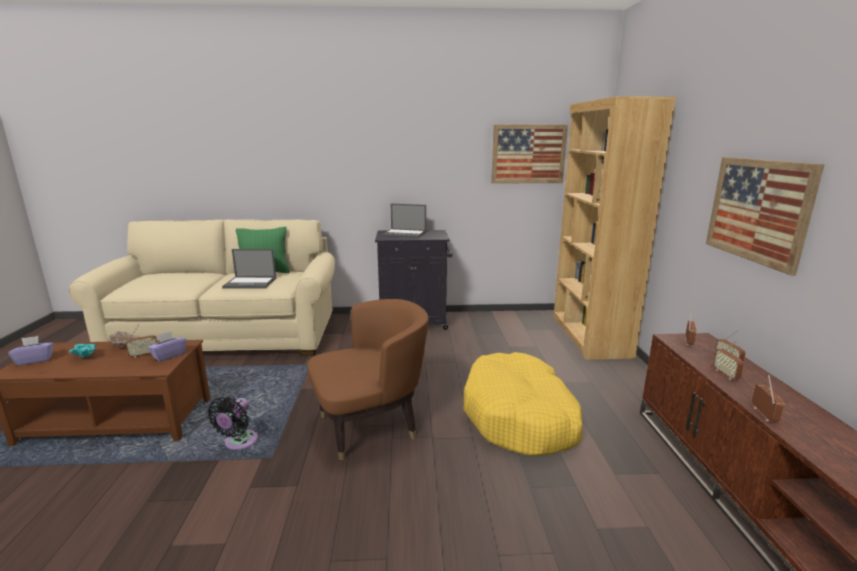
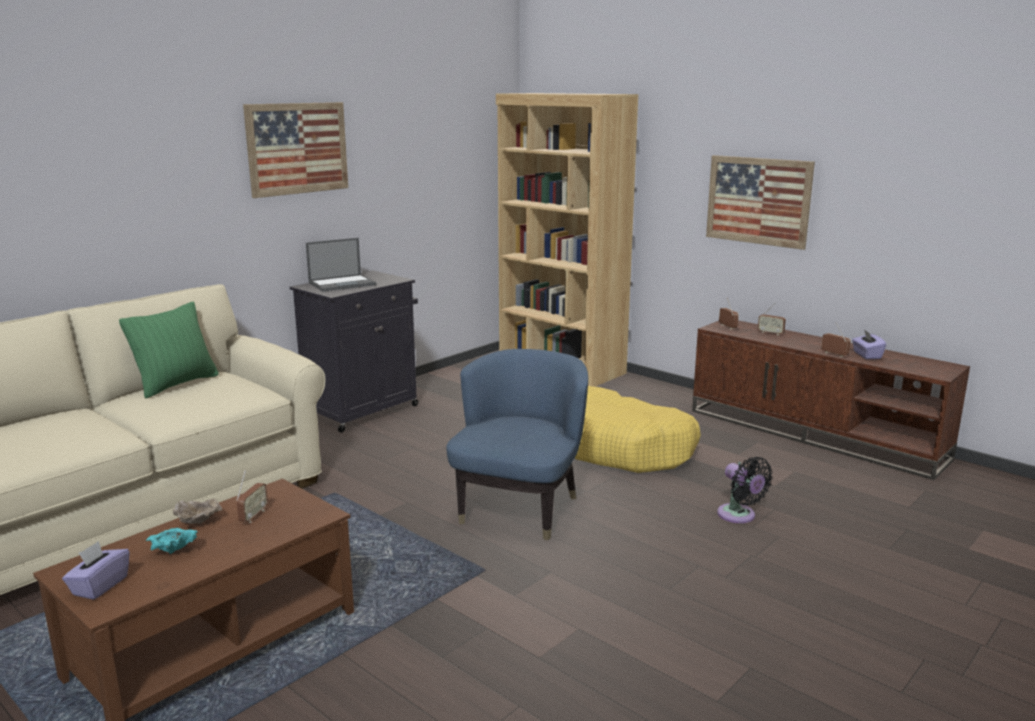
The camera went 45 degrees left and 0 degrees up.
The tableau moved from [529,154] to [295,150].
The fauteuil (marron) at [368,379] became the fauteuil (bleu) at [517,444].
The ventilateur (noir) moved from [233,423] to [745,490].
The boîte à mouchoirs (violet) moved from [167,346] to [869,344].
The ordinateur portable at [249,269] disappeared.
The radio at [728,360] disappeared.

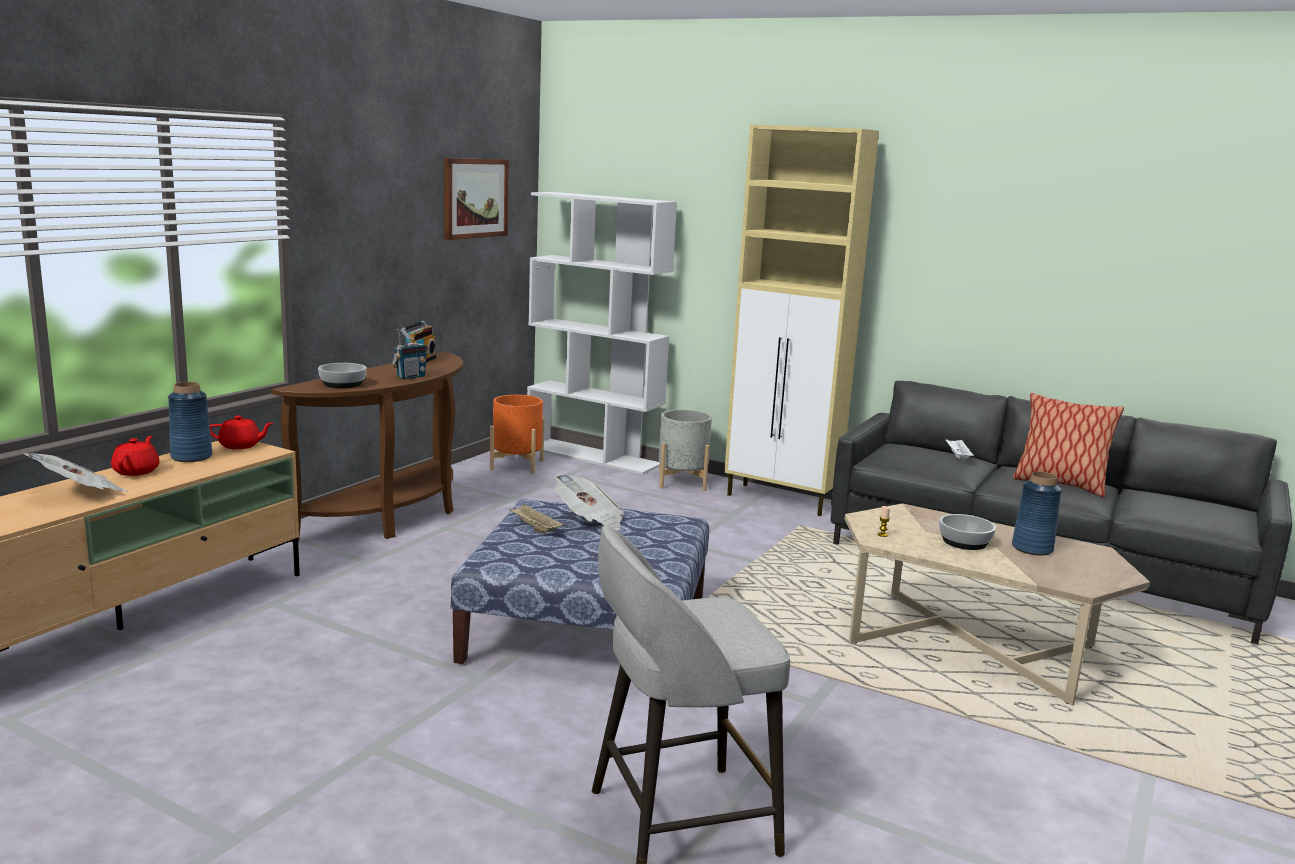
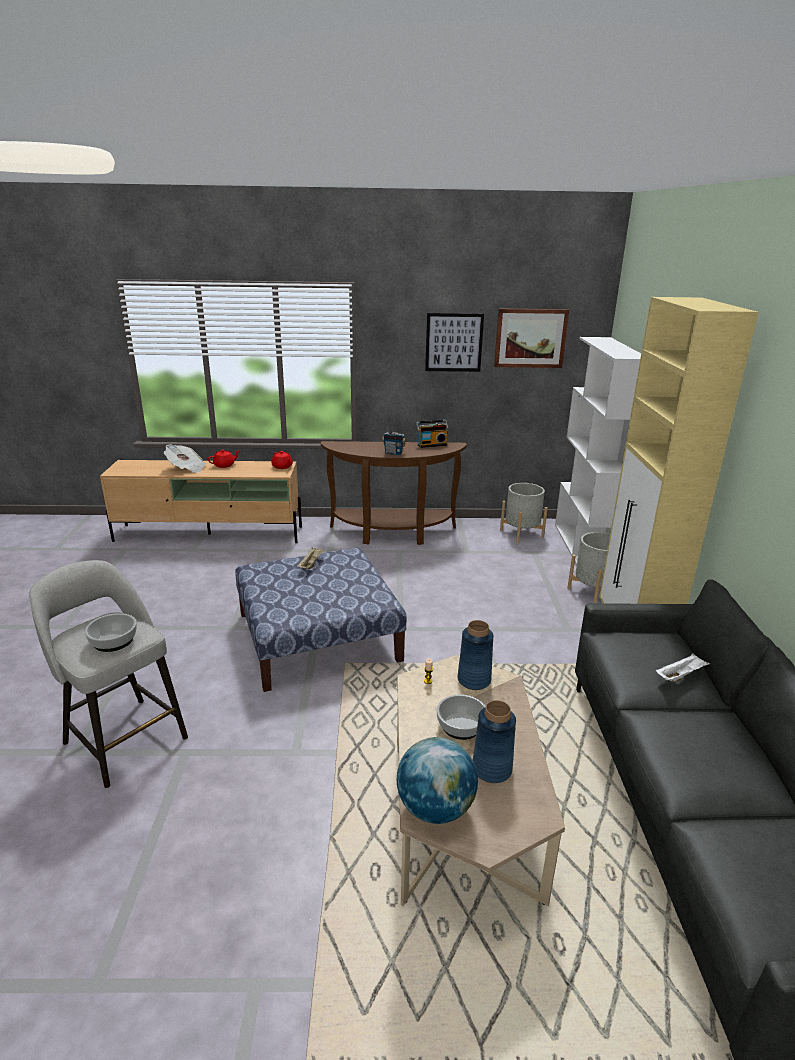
The camera went 60 degrees right and 10 degrees up.
The bol moved from [342,375] to [110,632].
The globe at [437,780] appeared.
The tableau at [454,342] appeared.
The vase (bleu) moved from [190,422] to [476,655].
The cache-pot (orange) at [517,434] became the cache-pot (gris) at [524,513].
The journal at [589,502] disappeared.
The coussin at [1068,445] disappeared.

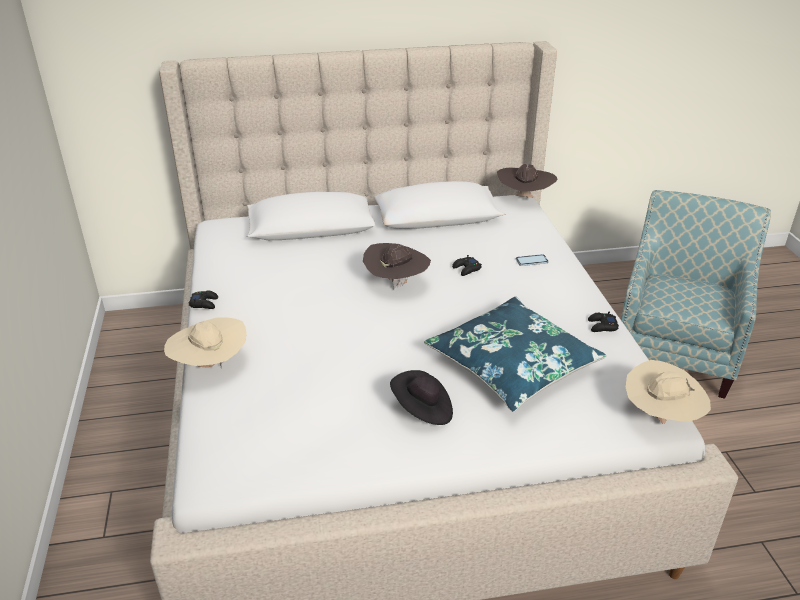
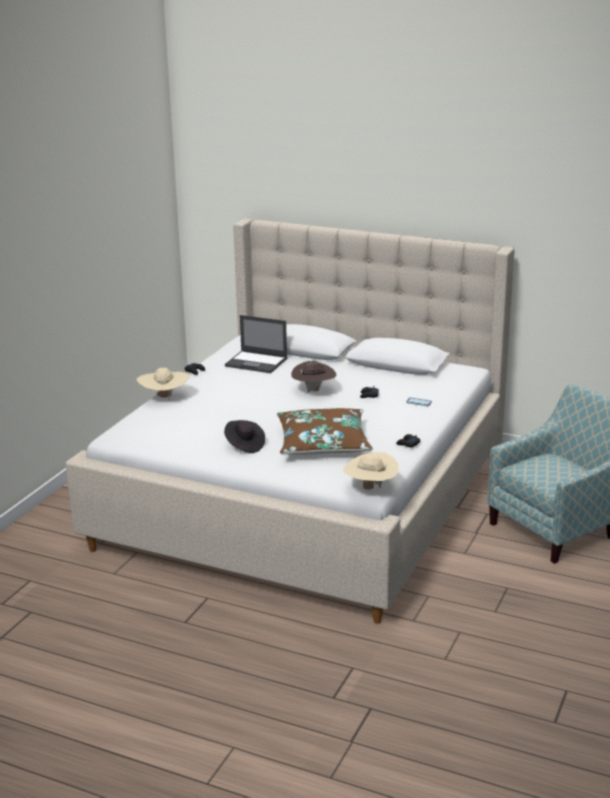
The camera went 35 degrees right and 10 degrees down.
The ordinateur portable at [256,344] appeared.
The coussin (bleu) at [515,354] became the coussin (marron) at [325,431].
The chapeau (marron) at [527,181] disappeared.

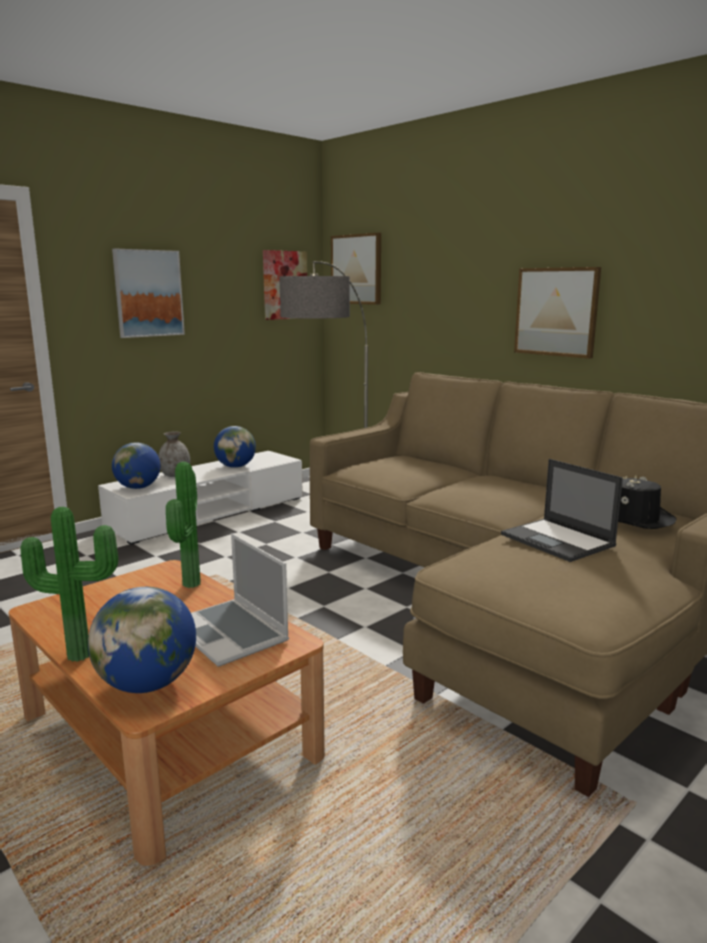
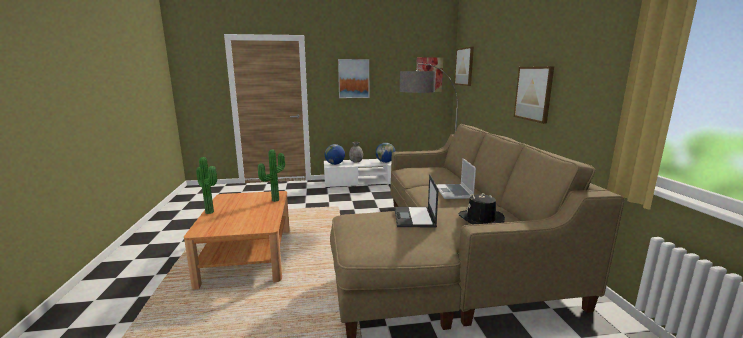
The camera went 35 degrees right and 0 degrees up.
The ordinateur portable moved from [240,600] to [456,178].
The globe at [142,640] disappeared.

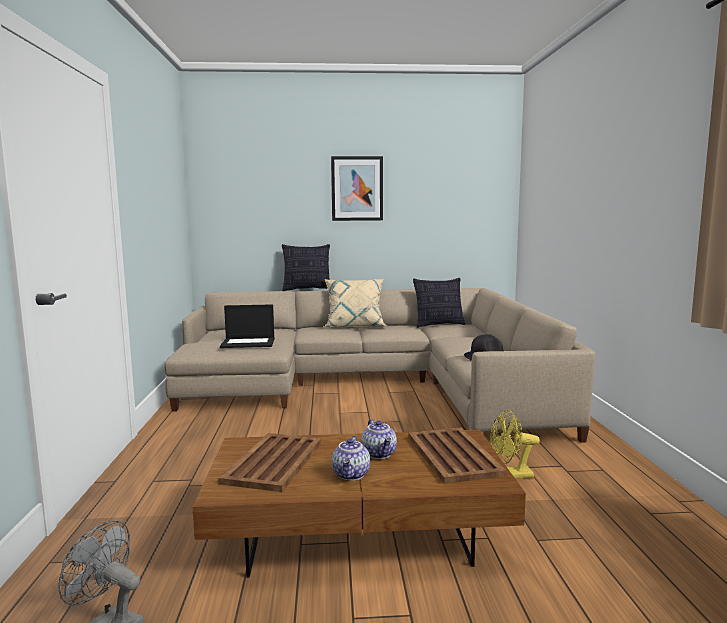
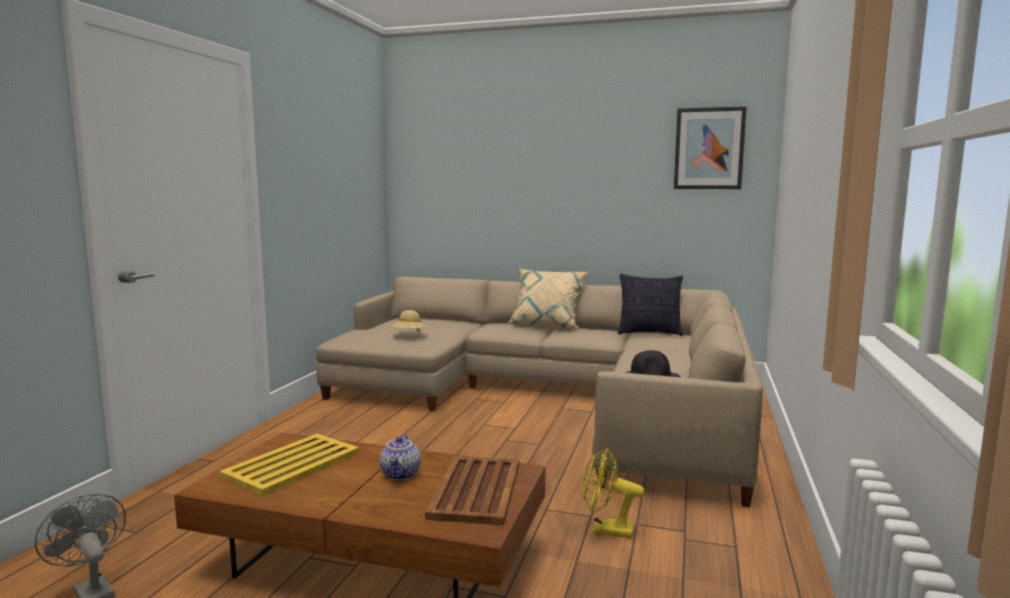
The camera went 20 degrees right and 0 degrees up.
The plateau (marron) at [270,462] became the plateau (jaune) at [289,465].
The ordinateur portable at [247,326] was replaced by the chapeau (beige) at [409,321].
The tableau moved from [357,188] to [710,147].
The coussin at [306,267] disappeared.
The théière at [351,458] disappeared.

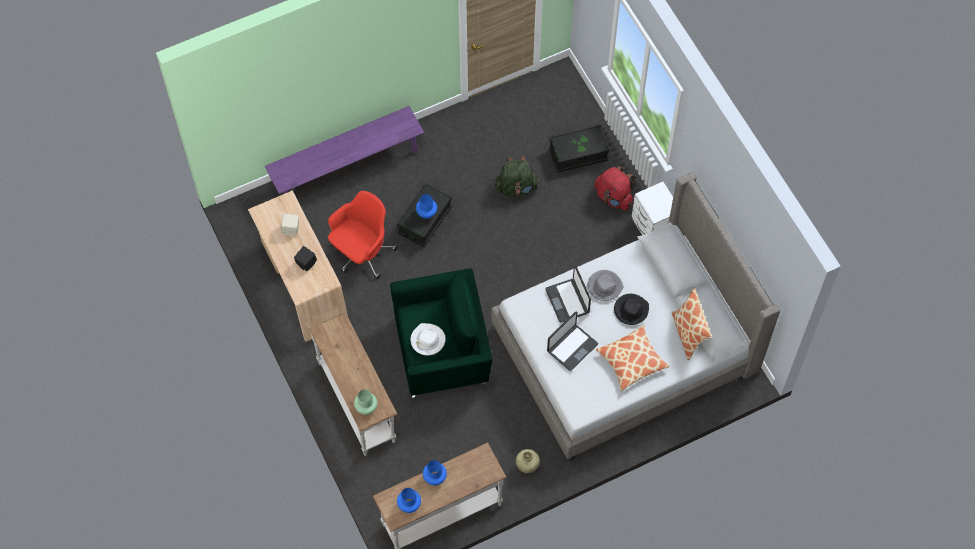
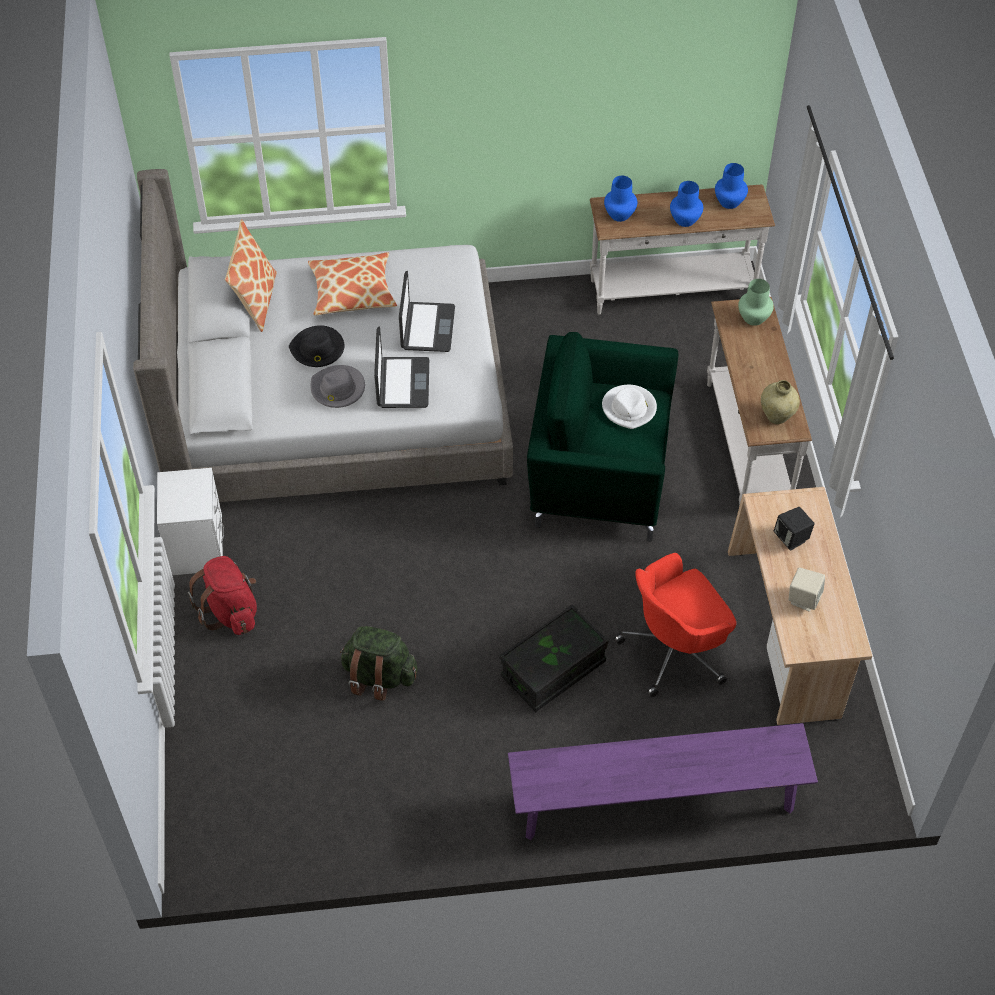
The camera went 160 degrees left and 10 degrees down.
The ordinateur portable at [572,341] turned 120 degrees clockwise.
The vase (bleu) moved from [426,206] to [620,199].
The vase (beige) moved from [528,461] to [780,402].
The boîte de rangement (noir) at [579,149] disappeared.

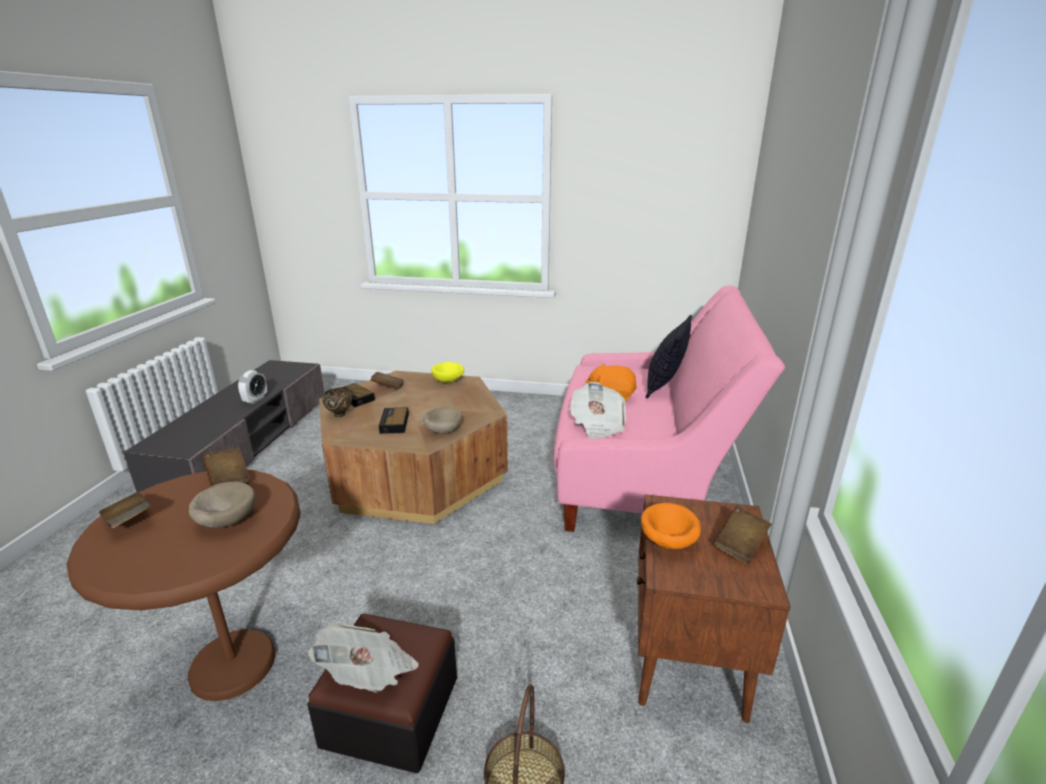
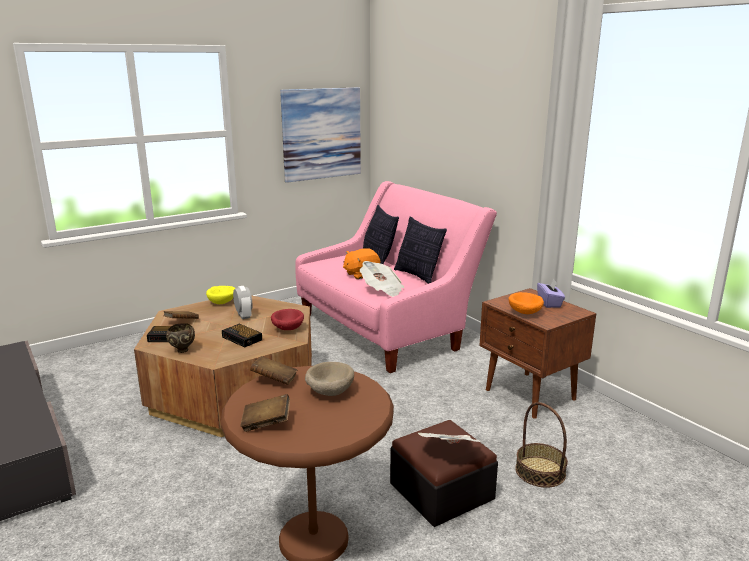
The camera went 45 degrees left and 5 degrees down.
The réveil moved from [252,387] to [242,302].
The bol (beige) at [442,420] became the bol (rouge) at [287,319].
The tableau at [320,135] appeared.
The coussin at [420,250] appeared.
The livre (marron) at [742,535] was replaced by the boîte à mouchoirs (violet) at [551,293].

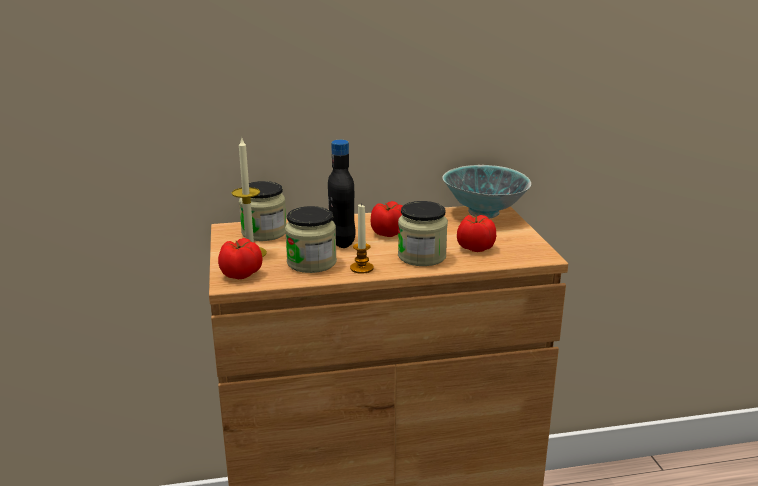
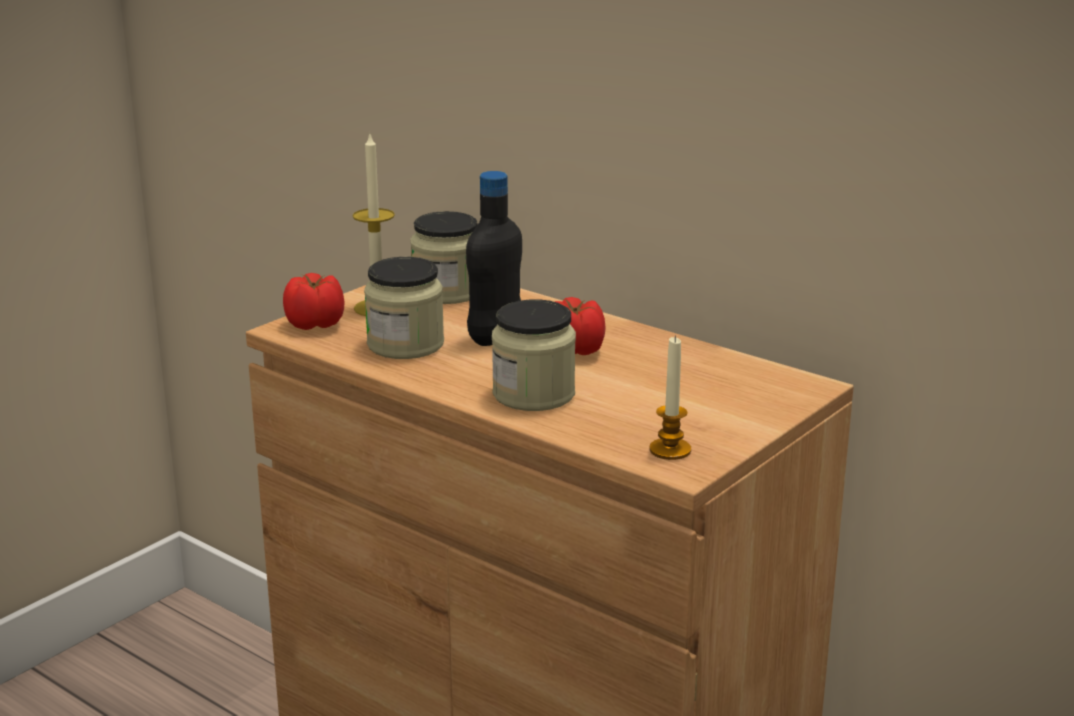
The camera went 50 degrees right and 0 degrees up.
The bougie moved from [362,238] to [670,398].
The bol at [486,191] disappeared.
The tomate at [476,233] disappeared.

